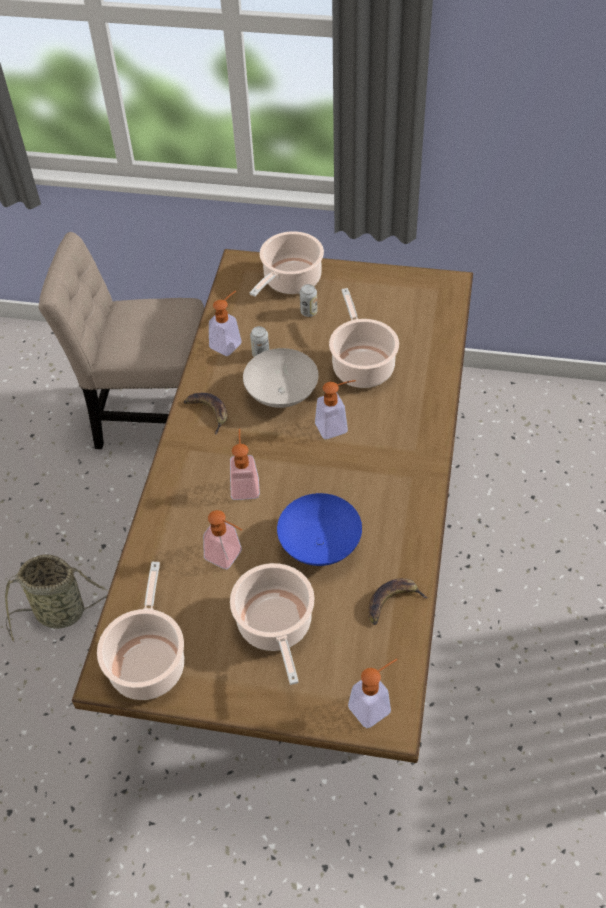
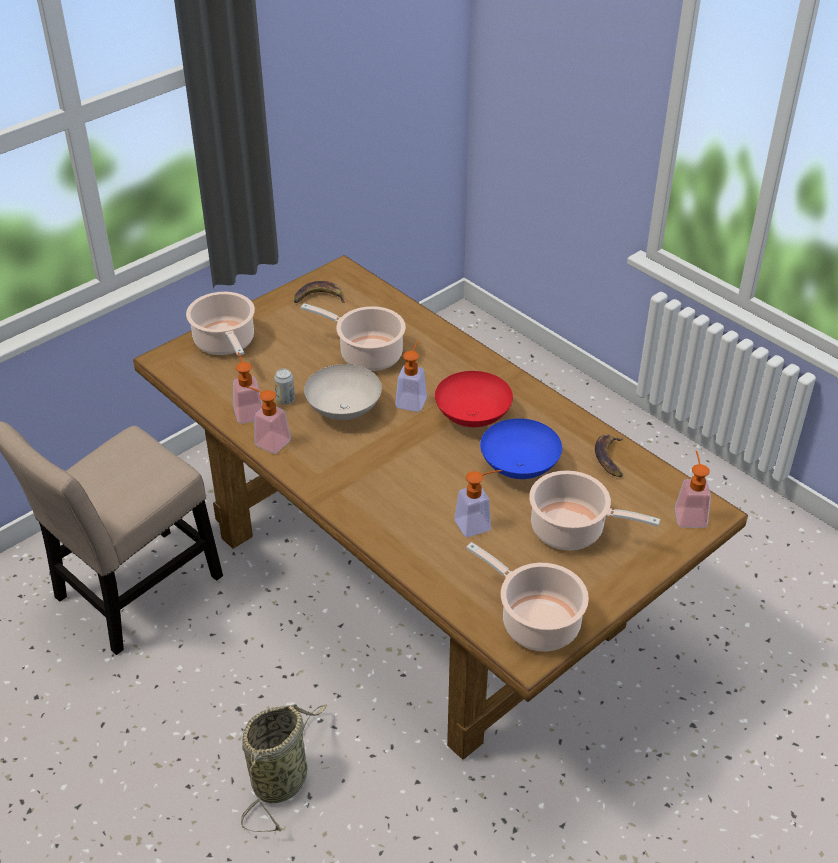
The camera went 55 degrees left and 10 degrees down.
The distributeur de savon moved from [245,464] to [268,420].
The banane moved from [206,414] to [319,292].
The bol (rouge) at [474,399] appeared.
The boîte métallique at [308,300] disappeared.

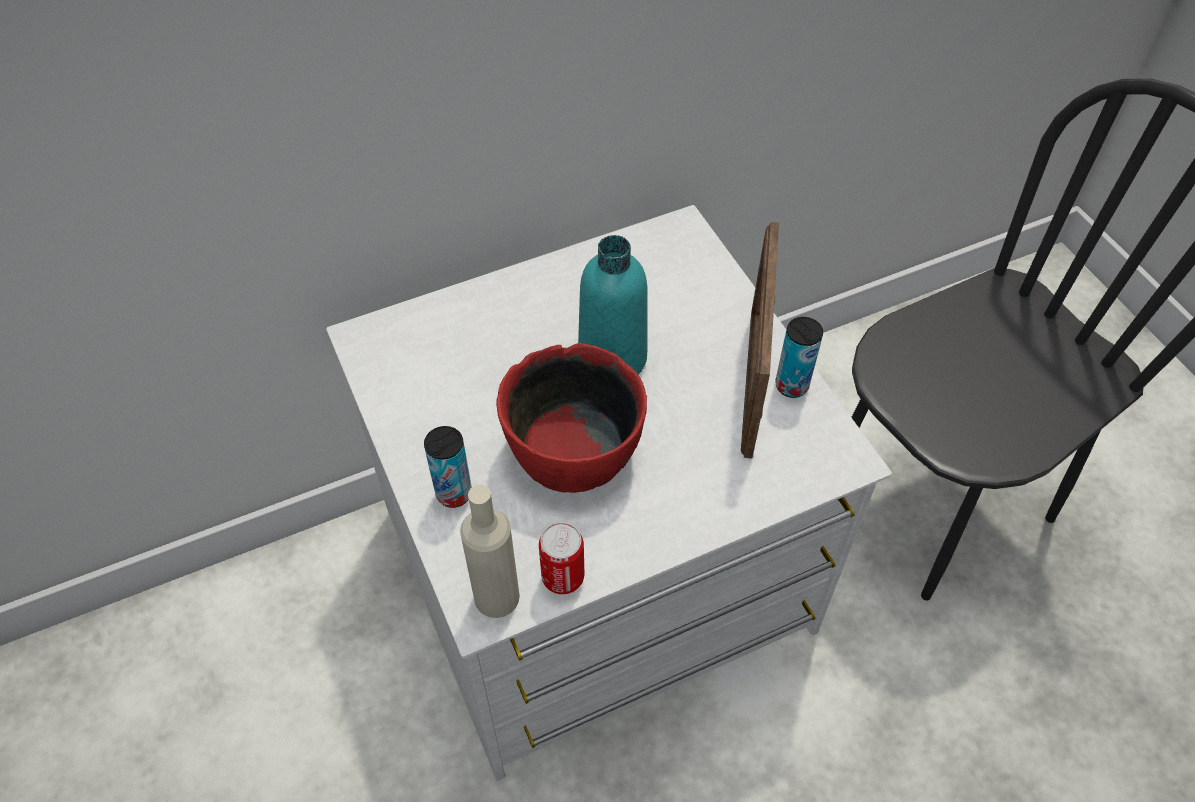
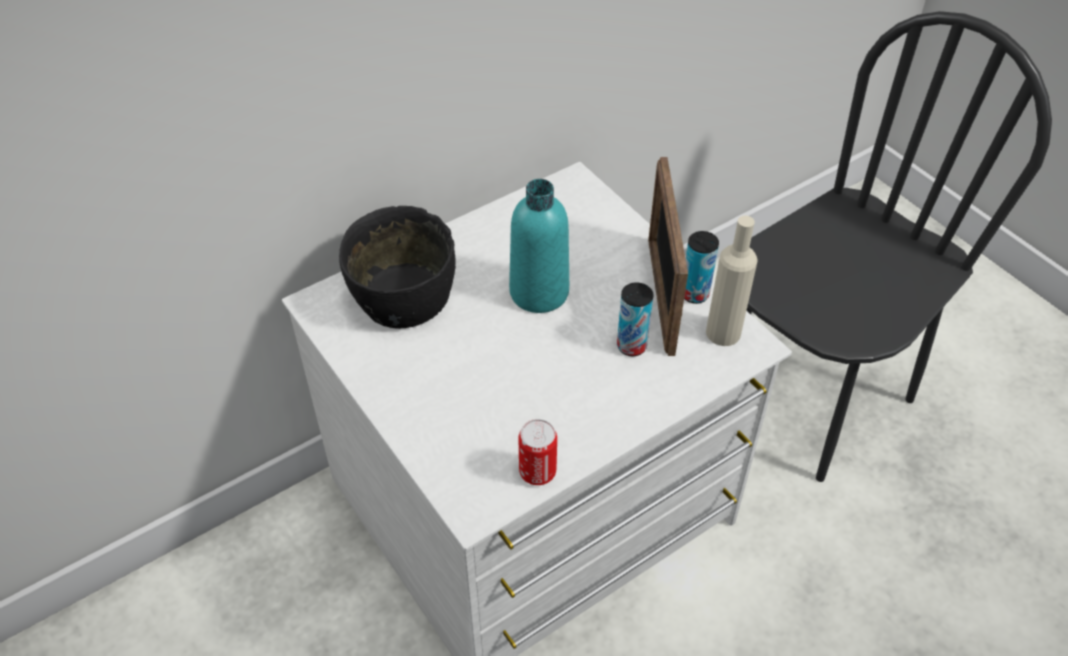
The camera went 10 degrees left and 5 degrees down.
The bol (noir) at [397,267] appeared.
The boîte métallique moved from [448,467] to [635,319].
The bouteille (beige) moved from [490,551] to [732,281].
The bol (rouge) at [571,418] disappeared.

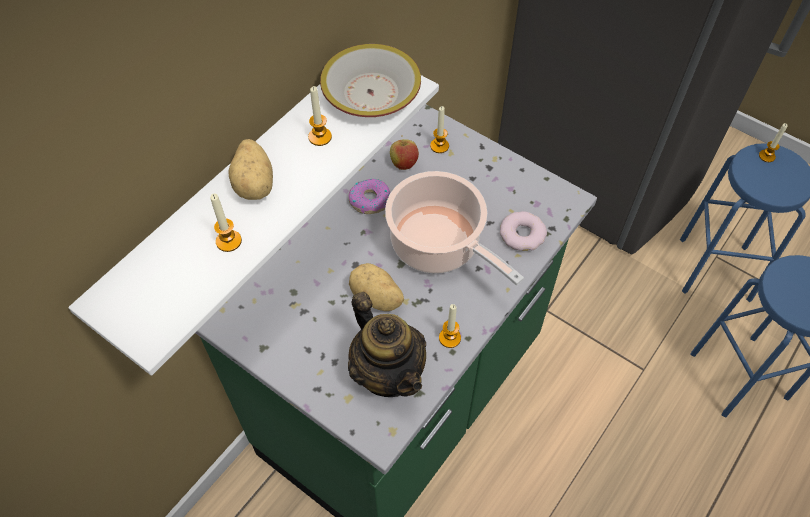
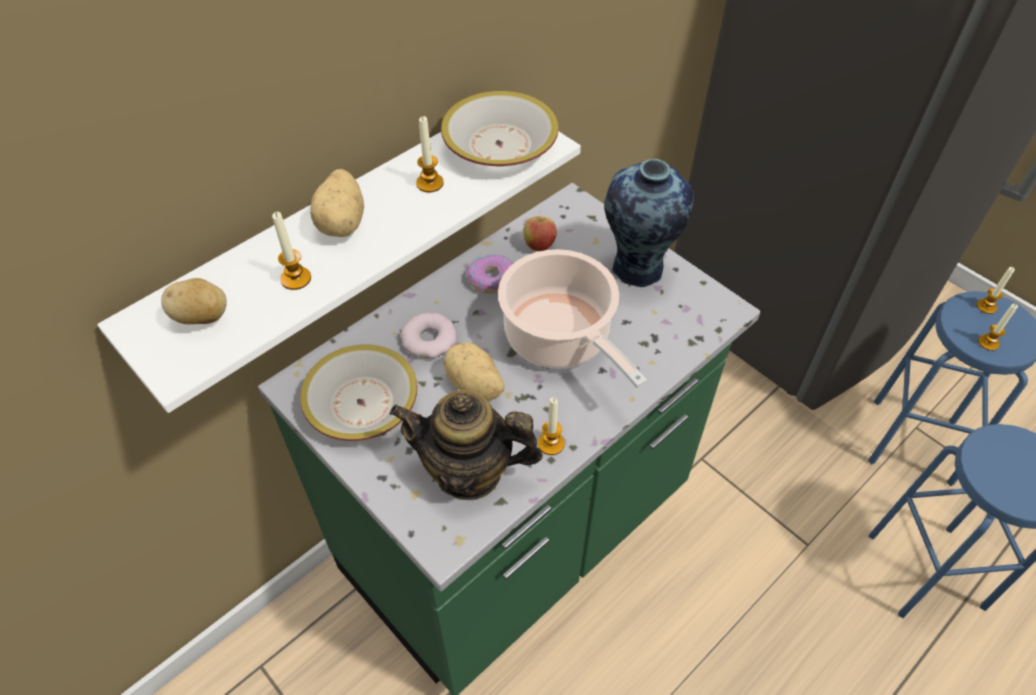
The camera went 10 degrees right and 5 degrees down.
The pomme de terre at [194,301] appeared.
The bol at [358,392] appeared.
The théière at [387,344] turned 120 degrees clockwise.
The beignet moved from [523,231] to [429,335].
The vase at [649,223] appeared.
The bougie moved from [439,129] to [998,327].

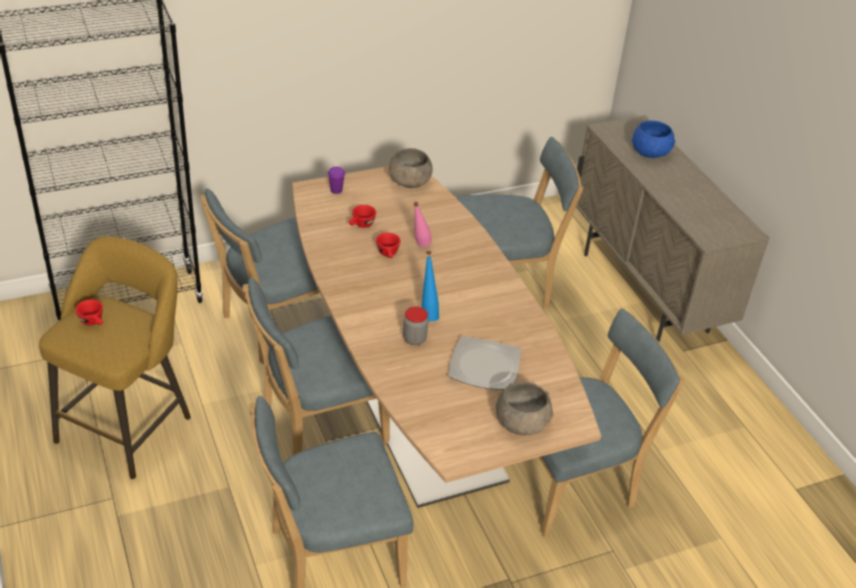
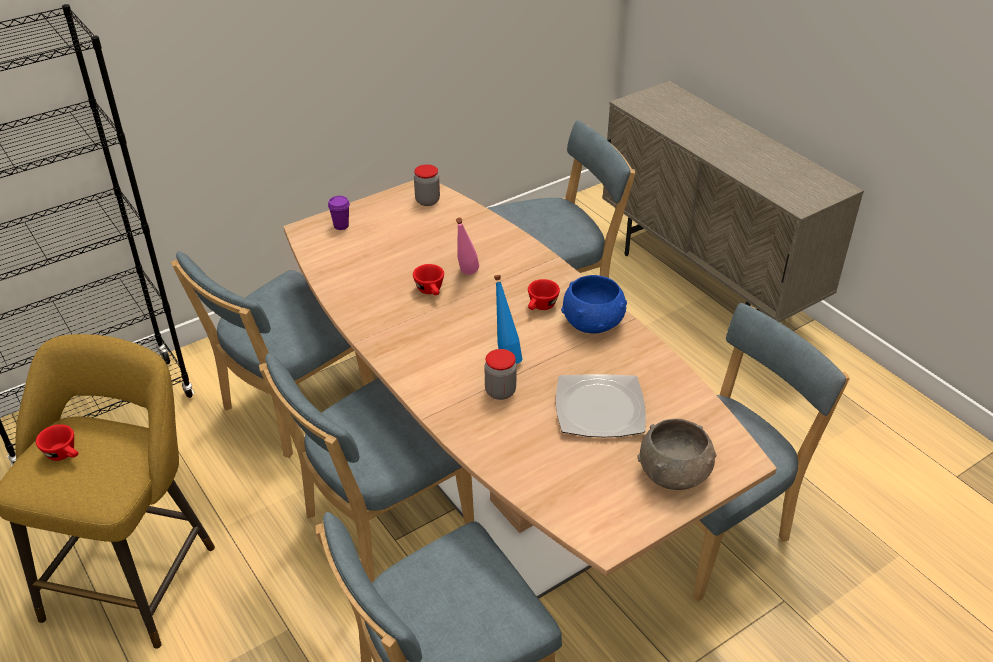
The camera went 10 degrees left and 0 degrees up.
The bol (gris) at [410,168] was replaced by the bocal at [427,185].
The tasse (rouge) moved from [362,216] to [544,294].
The bol (bleu) moved from [653,139] to [594,304].

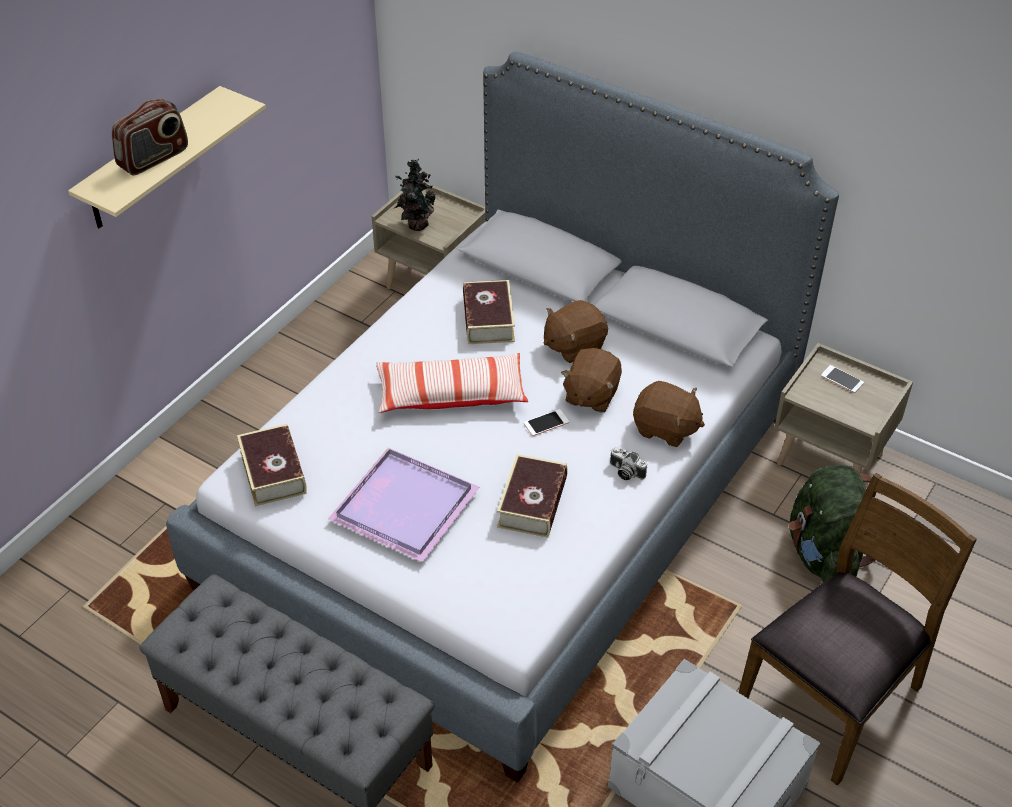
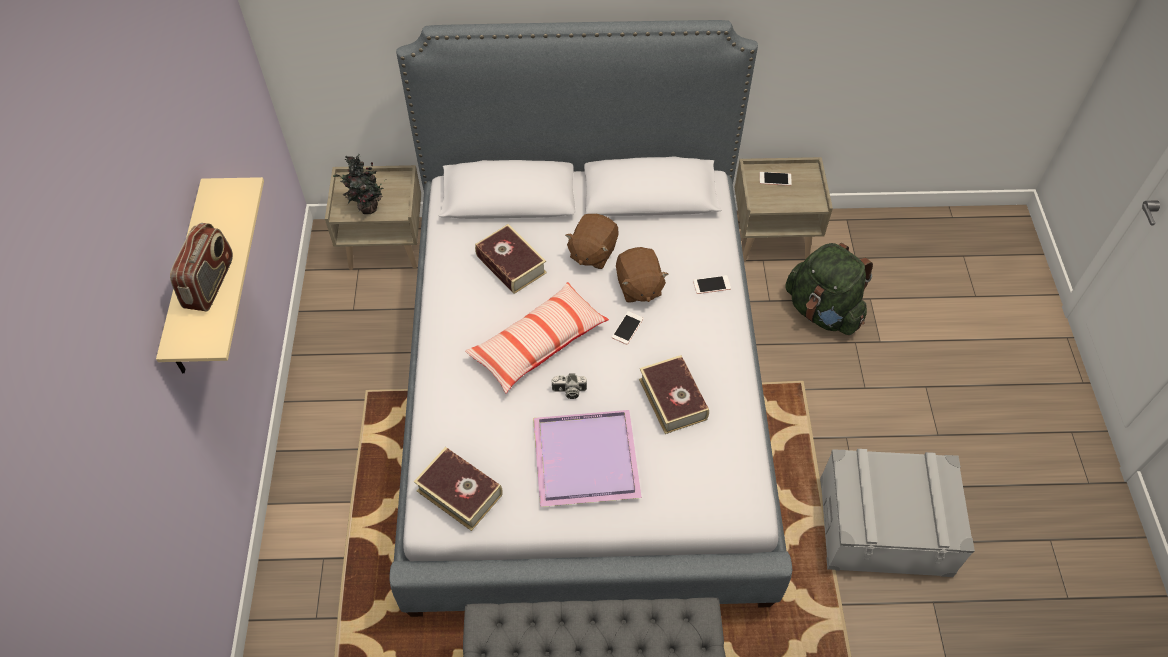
The camera went 35 degrees left and 10 degrees up.
The appareil photo moved from [628,463] to [569,386].
The peluche (marron) at [669,414] was replaced by the téléphone at [712,284].
The chaise (marron) at [857,629] disappeared.

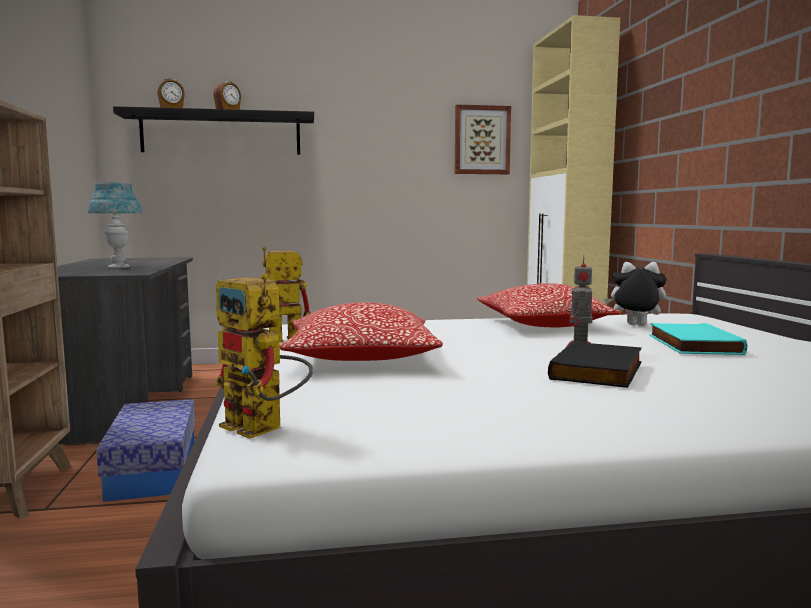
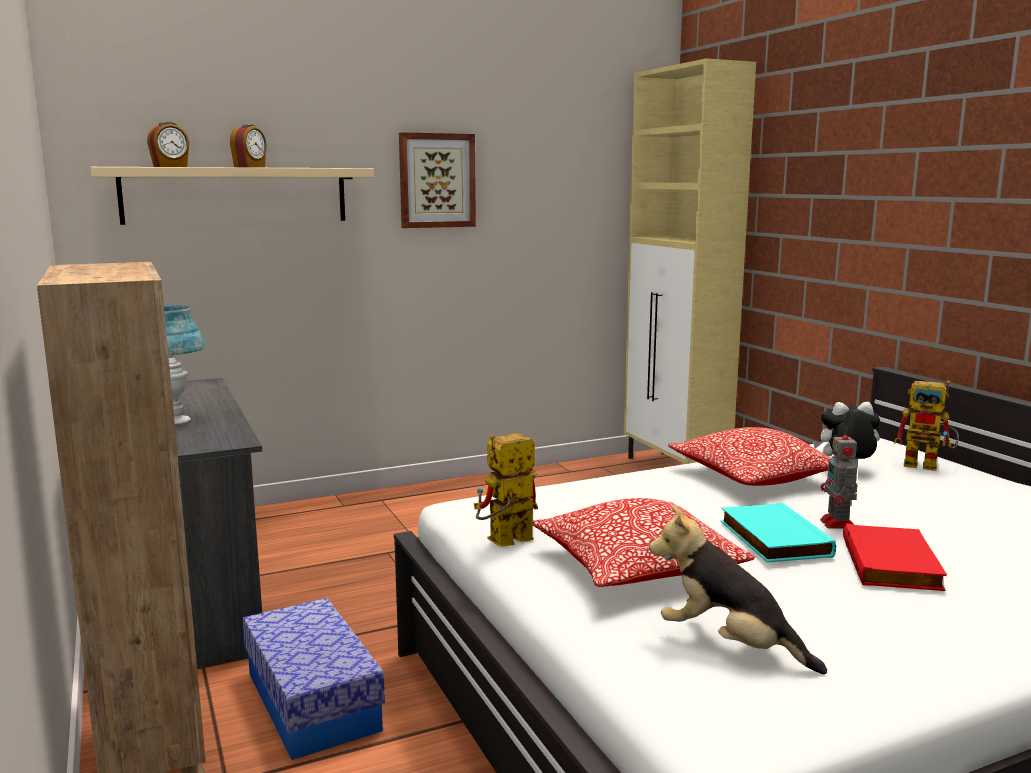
The camera went 15 degrees left and 5 degrees up.
The étagère (noir) at [213,130] became the étagère (beige) at [232,196].
The tableau moved from [483,139] to [437,180].
The peluche at [738,589] appeared.
The livre (turquoise) moved from [698,339] to [778,532].
The livre (noir) at [595,364] became the livre (rouge) at [895,557].
The robot jouet moved from [264,356] to [926,425].

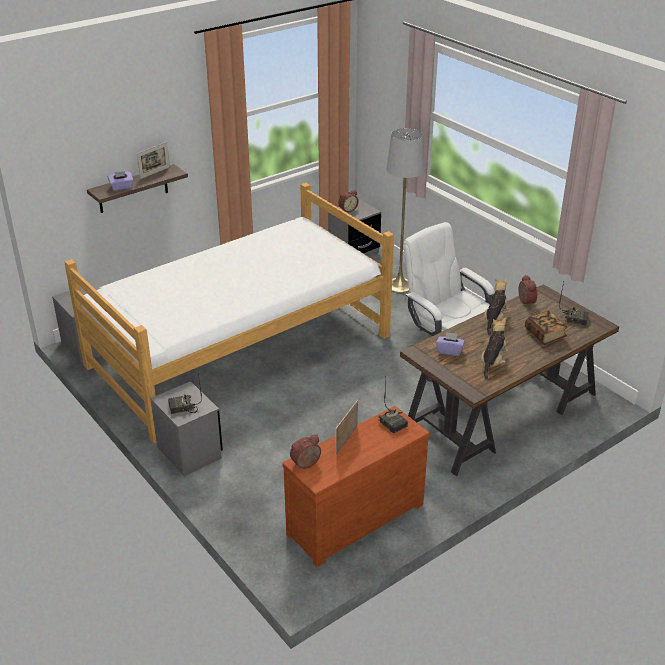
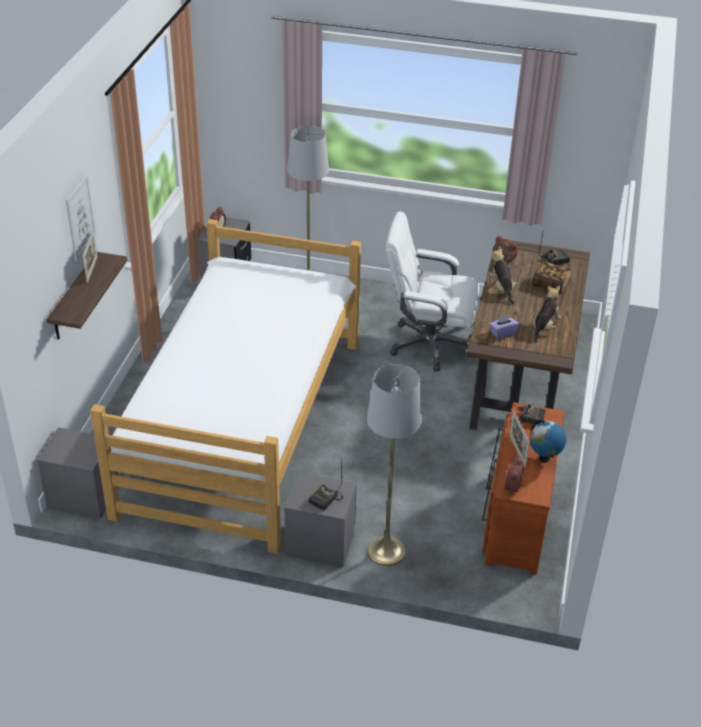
The camera went 40 degrees left and 5 degrees up.
The tableau at [81,218] appeared.
The lampadaire (gris) at [394,465] appeared.
The globe at [548,441] appeared.
The peluche at [494,349] turned 45 degrees clockwise.
The boîte à mouchoirs (violet) at [120,181] disappeared.

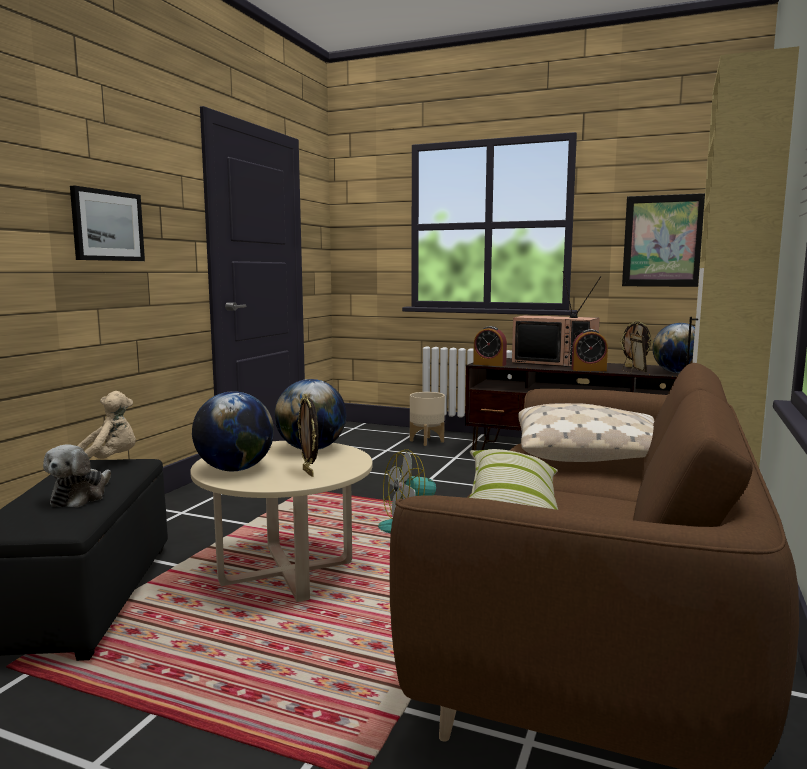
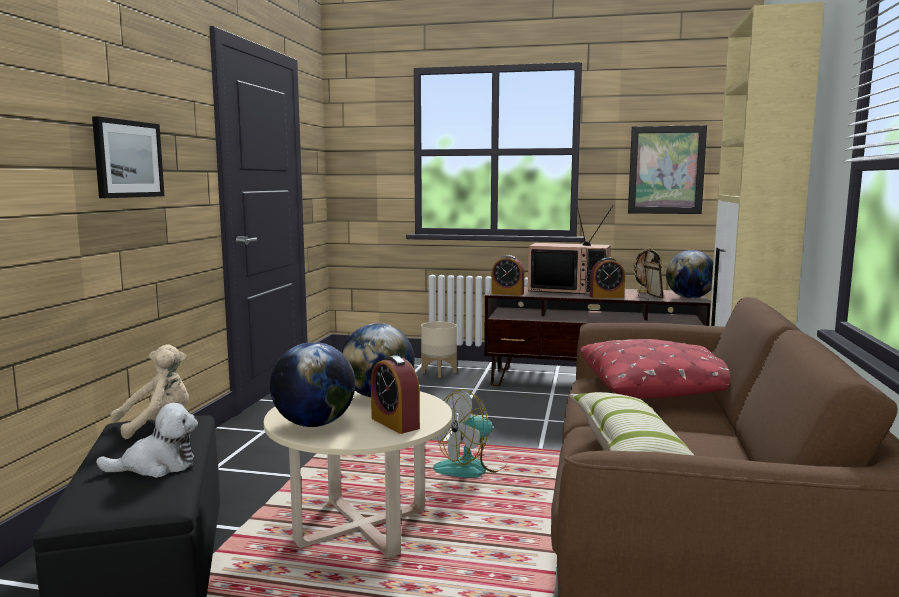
The camera went 10 degrees left and 0 degrees up.
The peluche at [77,475] turned 105 degrees counterclockwise.
The cadre photo at [308,435] was replaced by the réveil at [395,394].
The coussin (beige) at [586,432] became the coussin (rouge) at [655,368].

